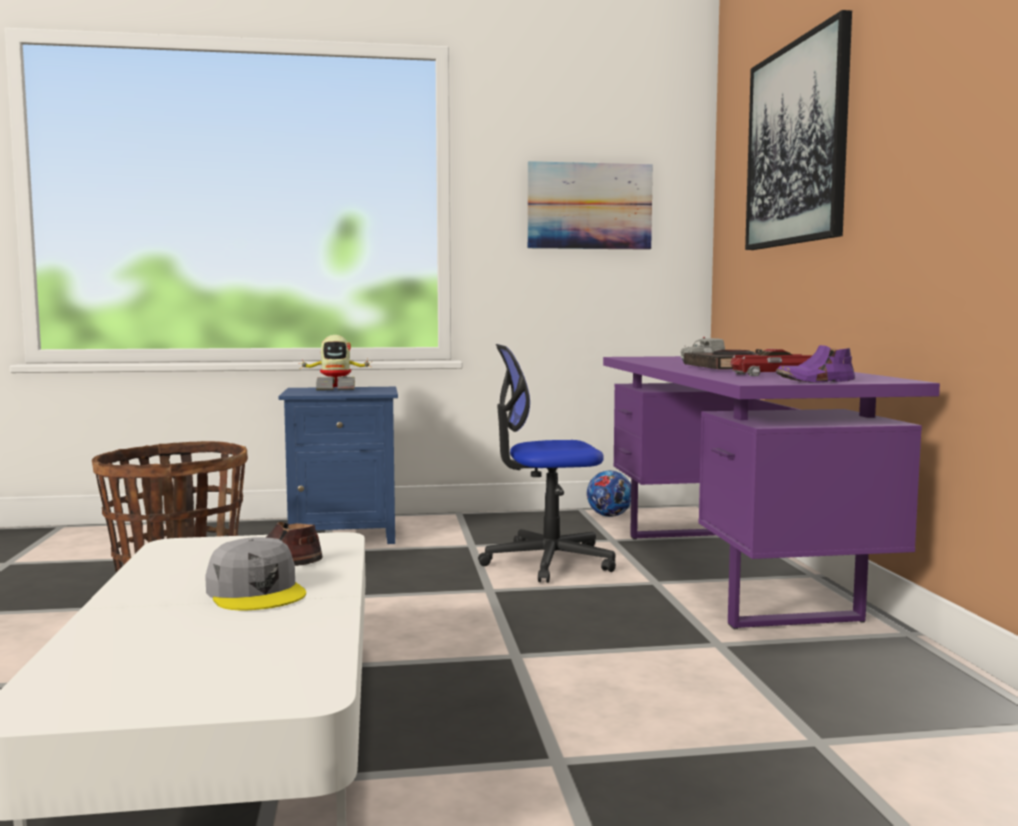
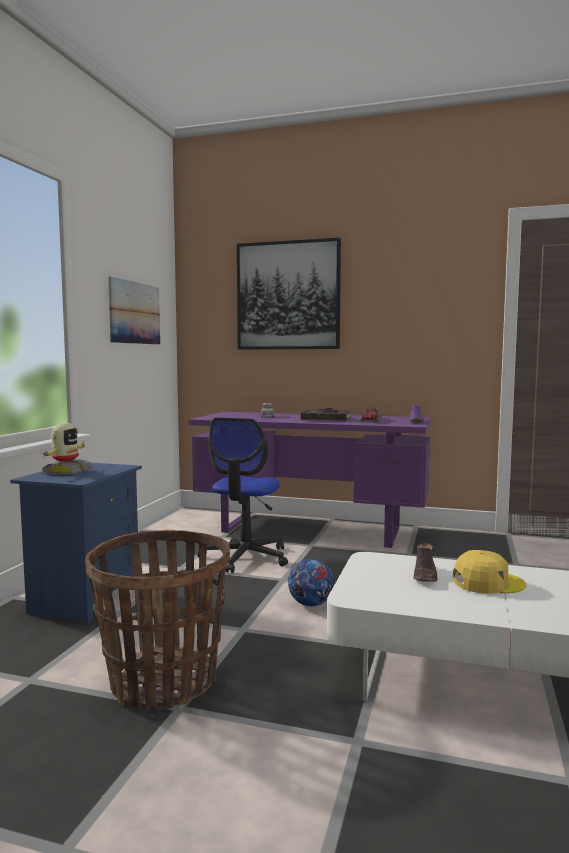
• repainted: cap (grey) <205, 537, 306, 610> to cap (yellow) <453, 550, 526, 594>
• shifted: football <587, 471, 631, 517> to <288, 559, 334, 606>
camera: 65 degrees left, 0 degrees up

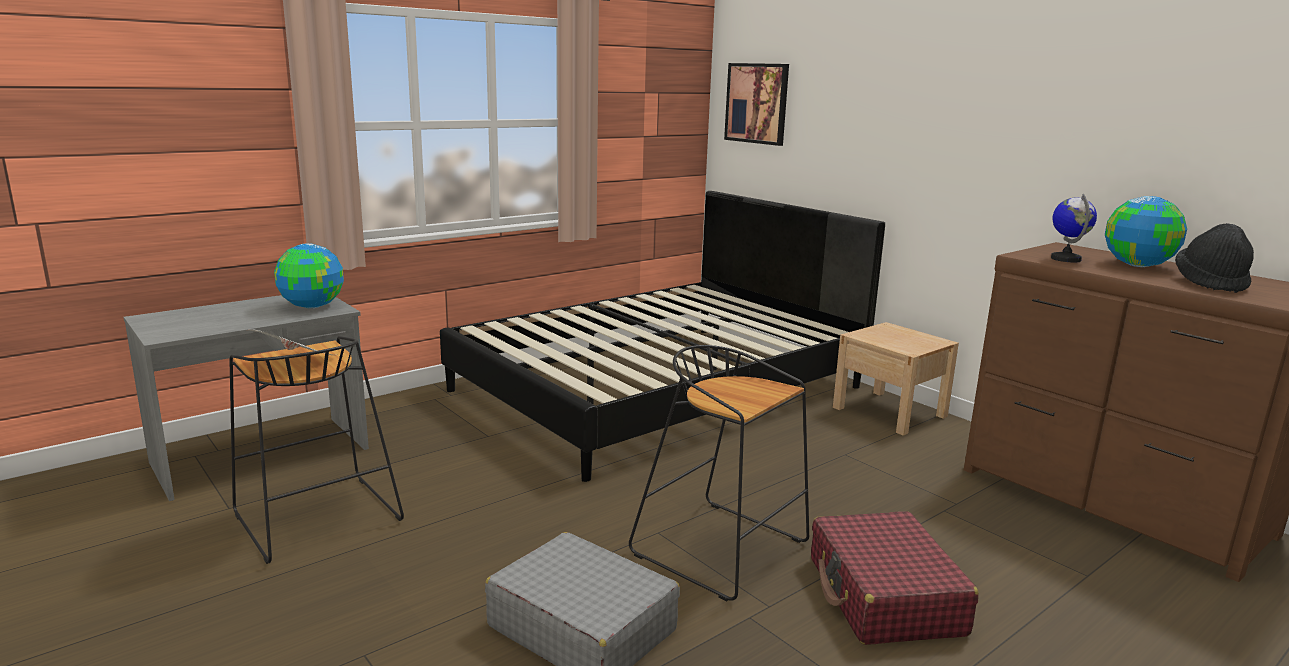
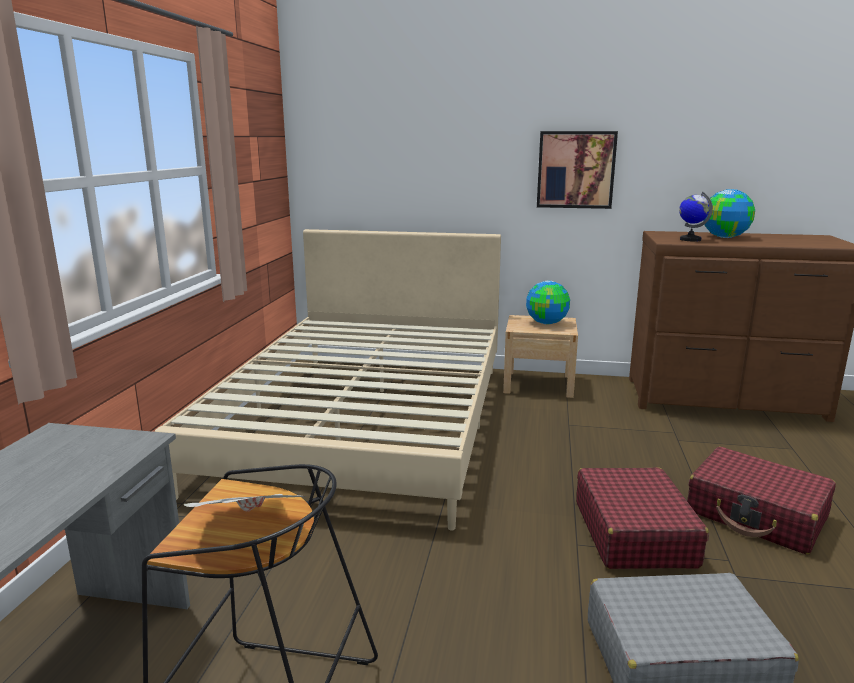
• shifted: globe <274, 243, 344, 308> to <526, 281, 570, 325>
• repainted: bed (black) <440, 191, 885, 482> to bed (beige) <154, 229, 501, 531>
• swapped: stool (black) <629, 345, 809, 602> to suitcase (red) <576, 467, 709, 569>
• shifted: picture <724, 63, 789, 146> to <537, 131, 618, 209>
• gone: hat (black) <1175, 223, 1254, 293>
camera: 40 degrees left, 0 degrees up

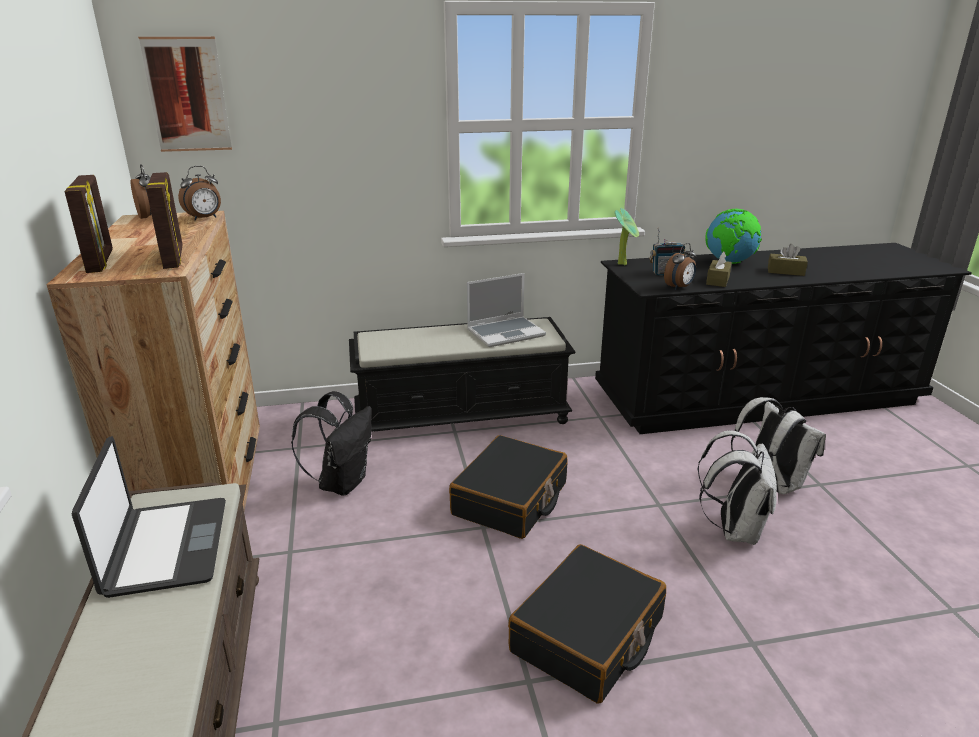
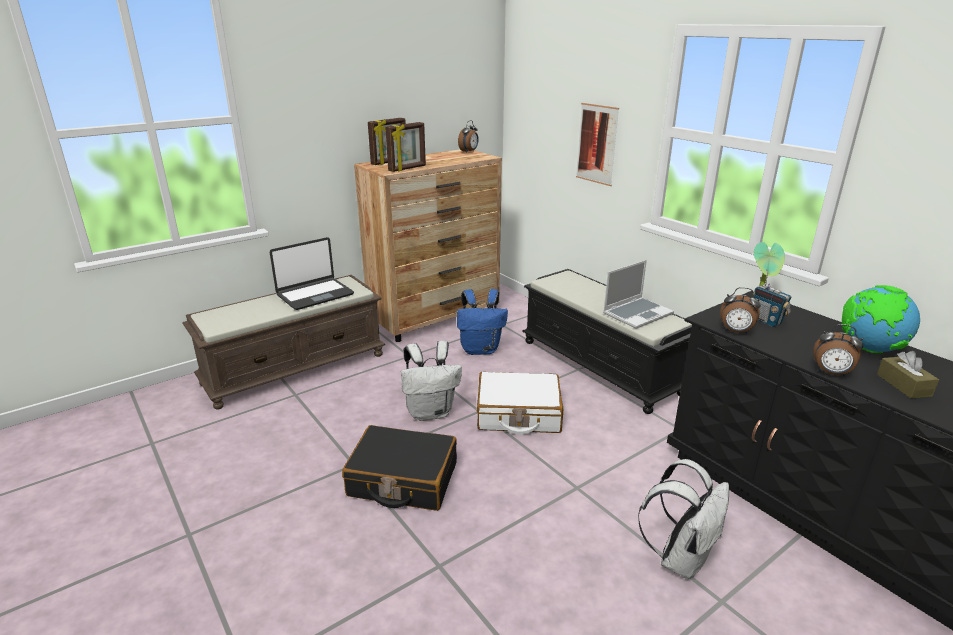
• shifted: picture <138, 37, 232, 152> to <576, 103, 619, 186>
• shifted: alarm clock <178, 166, 221, 221> to <813, 324, 864, 377>
• repainted: backpack (black) <291, 391, 372, 496> to backpack (blue) <457, 289, 508, 355>
• repainted: suitcase (black) <449, 435, 568, 539> to suitcase (white) <477, 372, 563, 435>
• rotated: laptop <467, 273, 546, 347> = <603, 260, 674, 329> 75 degrees counterclockwise
• shifted: backpack (white) <697, 430, 777, 545> to <401, 341, 462, 421>
• gone: tissue box (brown) <706, 252, 732, 287>
camera: 65 degrees right, 0 degrees up

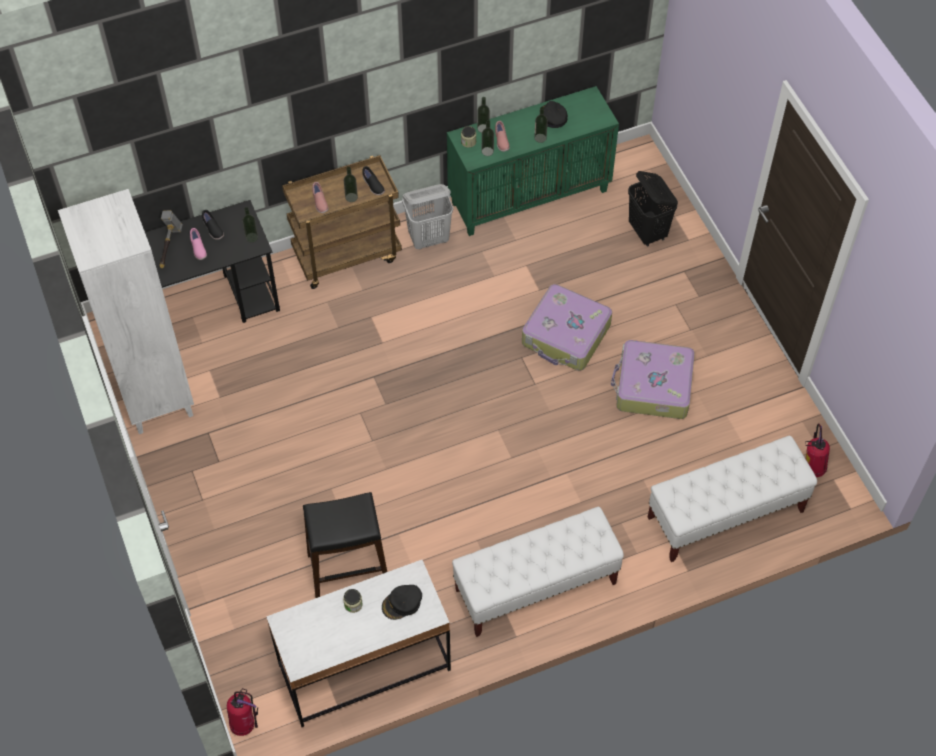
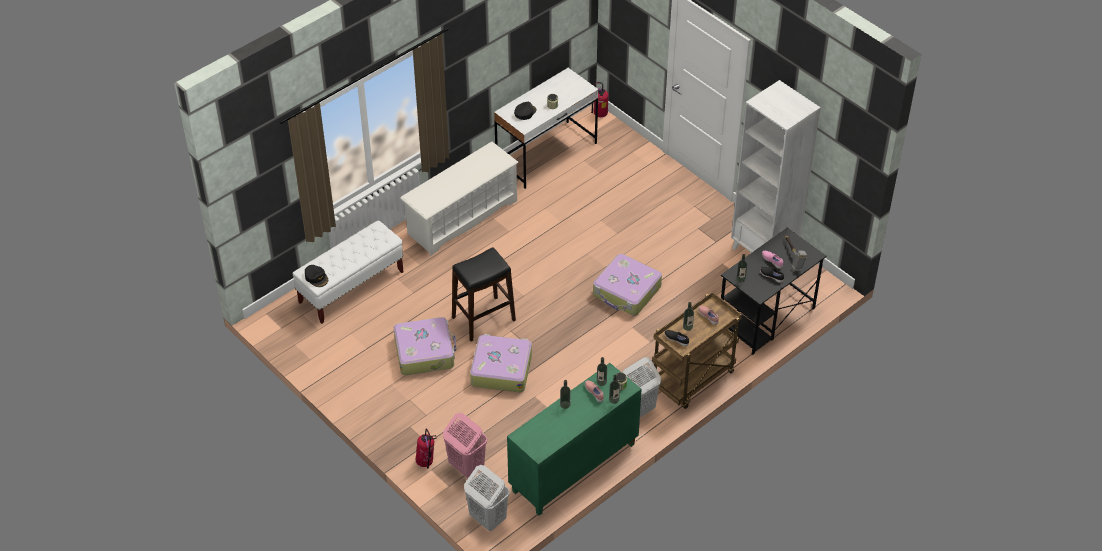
• shifted: stool (black) <303, 492, 387, 598> to <452, 247, 516, 341>
• swapped: bench (white) <452, 507, 624, 637> to shoe rack (white) <400, 142, 519, 256>
• shifted: cap (black) <542, 101, 568, 128> to <305, 265, 328, 287>
• repainted: laundry basket (black) <628, 171, 678, 247> to laundry basket (pink) <443, 413, 487, 478>
• shifted: fire extinguisher <805, 423, 830, 477> to <416, 428, 437, 468>
• new: laundry basket (white) <464, 465, 510, 531>
• new: suitcase <593, 254, 662, 316>
camera: 160 degrees right, 10 degrees down

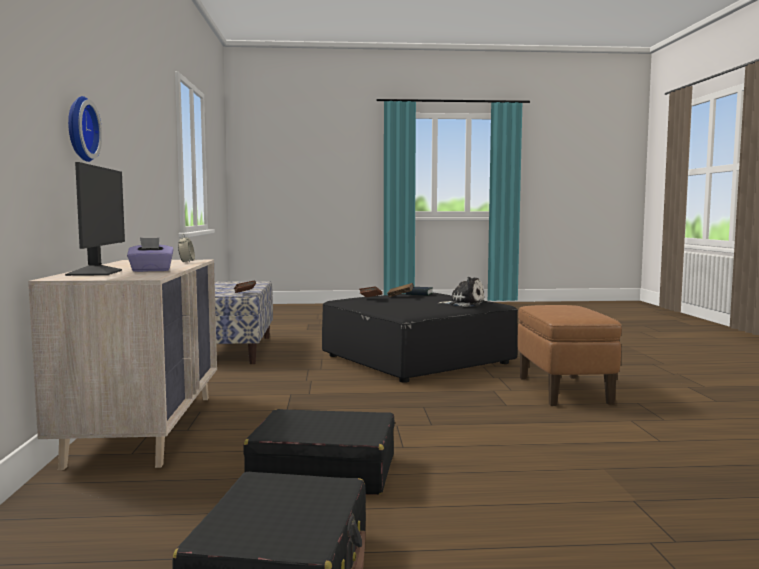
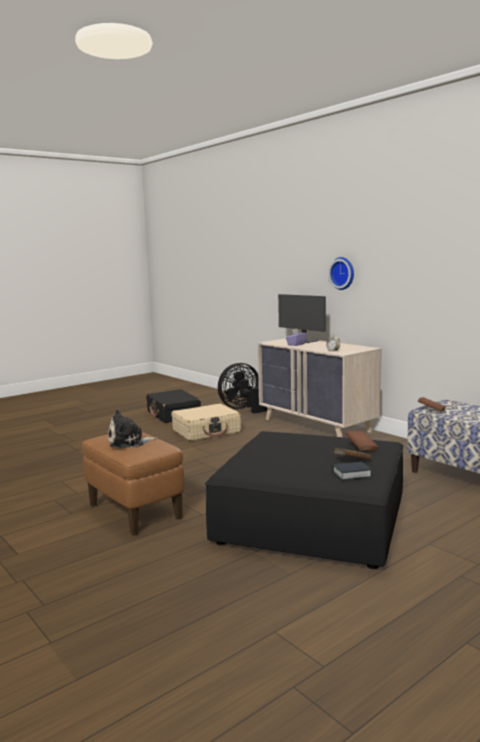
• repainted: suitcase (black) <243, 409, 395, 495> to suitcase (beige) <172, 404, 241, 441>
• shifted: plush toy <438, 277, 485, 307> to <108, 409, 157, 448>
• new: fan (black) <218, 363, 274, 414>
camera: 145 degrees right, 5 degrees up

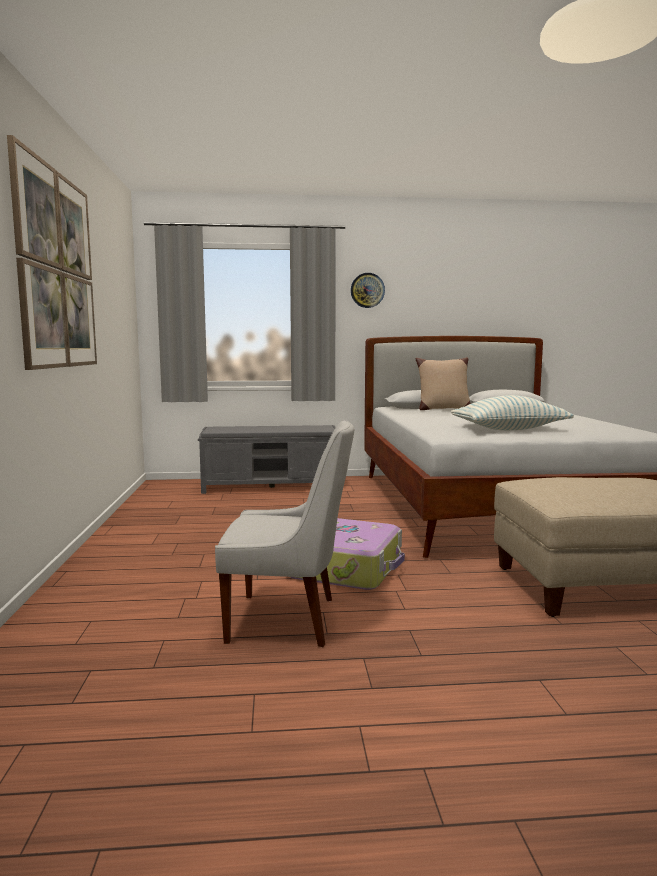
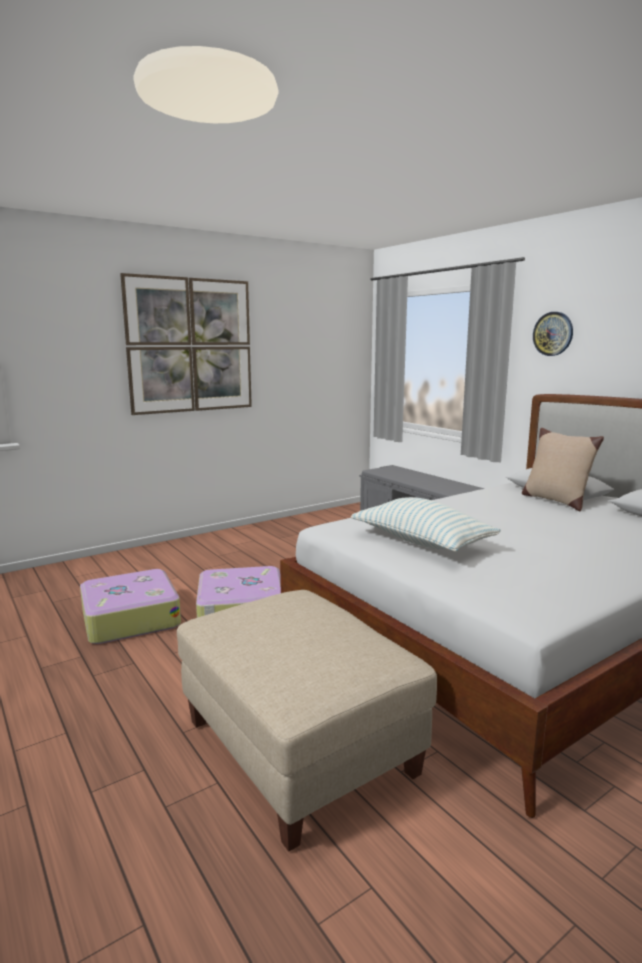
• swapped: chair (white) <215, 420, 354, 647> to suitcase <80, 569, 181, 644>
camera: 60 degrees right, 5 degrees up

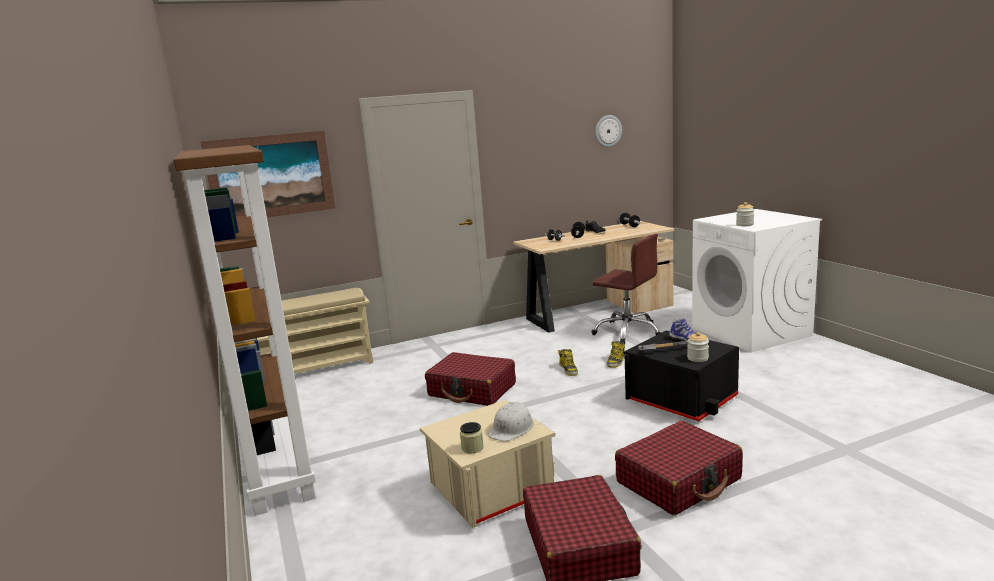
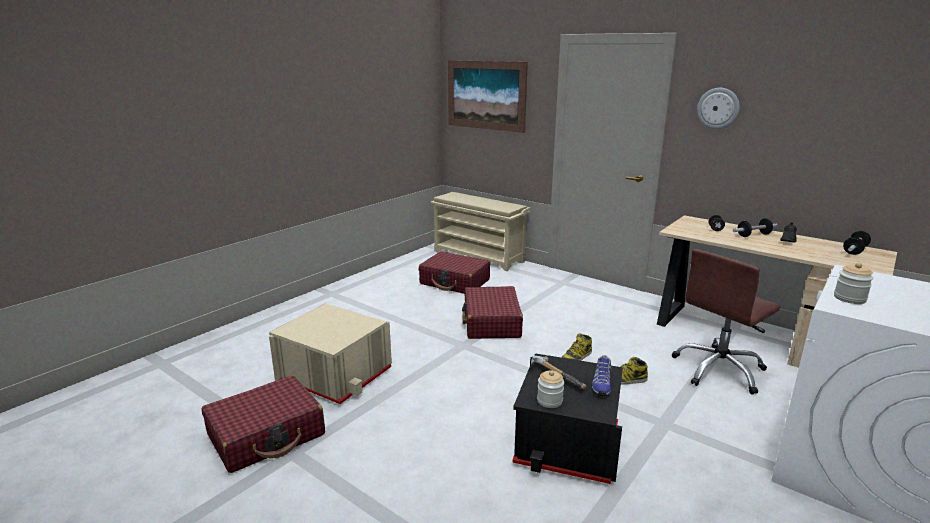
• gone: bookcase (brown) <174, 145, 316, 516>
• gone: jar <460, 422, 484, 454>
• gone: hard hat (white) <488, 402, 534, 441>
• rotated: office chair (brown) <591, 234, 661, 344> = <672, 249, 780, 394> 45 degrees clockwise
• shifted: wall clock <595, 115, 622, 147> to <697, 88, 740, 129>
• shifted: suitcase (red) <615, 421, 743, 515> to <419, 251, 490, 294>
camera: 60 degrees right, 5 degrees up

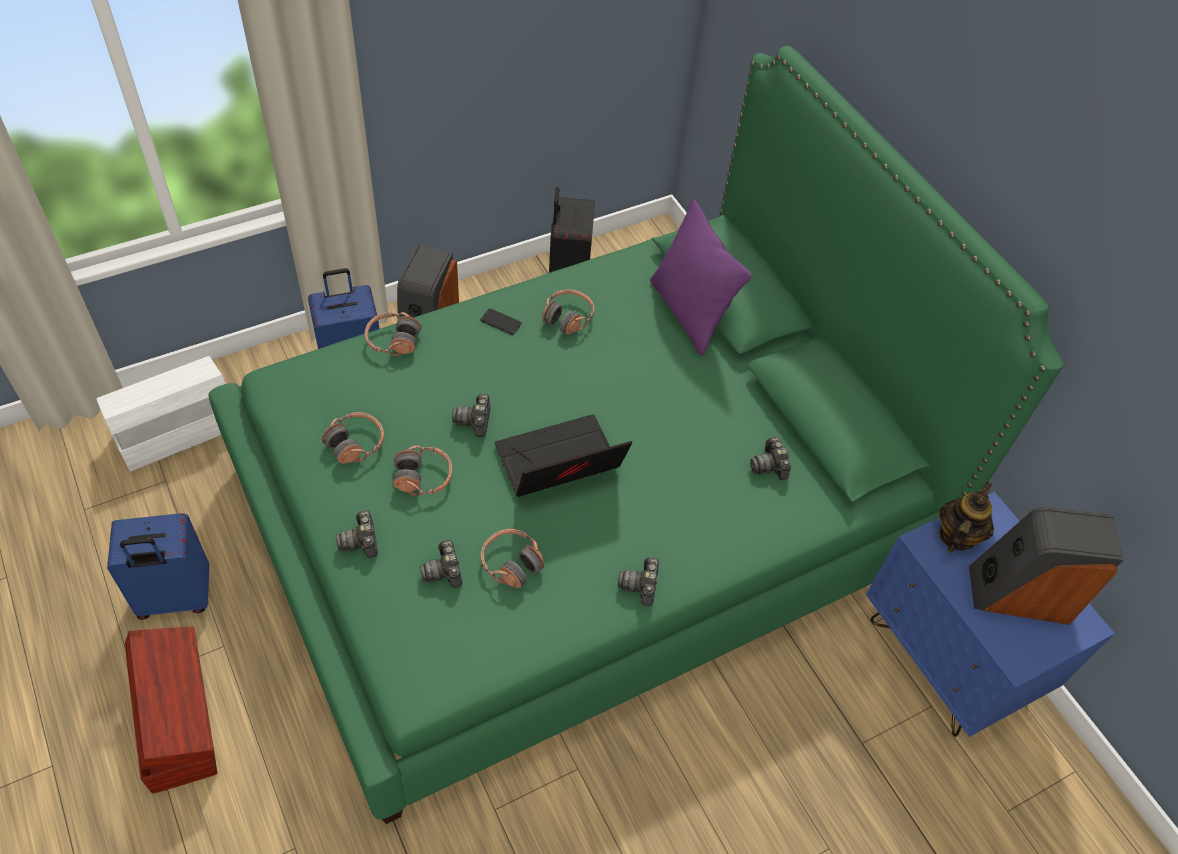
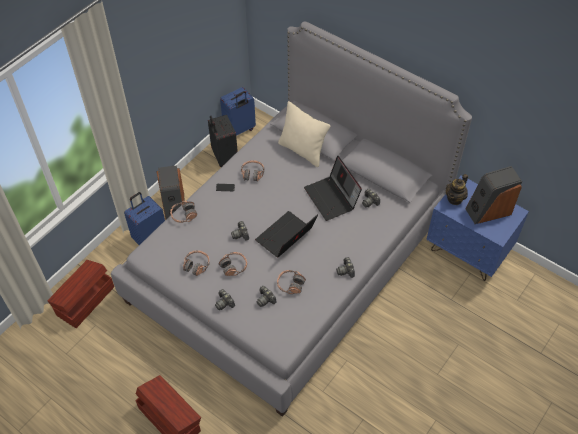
• repainted: storage box (white) <97, 356, 226, 472> to storage box (brown) <47, 260, 114, 328>
• shifted: suitcase (blue) <107, 513, 209, 620> to <220, 87, 256, 136>
• repainted: bed (green) <209, 46, 1064, 824> to bed (grey) <111, 21, 472, 417>
• repainted: pillow (purple) <650, 199, 752, 356> to pillow (beige) <278, 101, 330, 167>
• rotated: teapot <939, 482, 994, 553> = <446, 174, 468, 205> 150 degrees counterclockwise
• new: laptop <304, 155, 362, 221>
camera: 20 degrees left, 0 degrees up

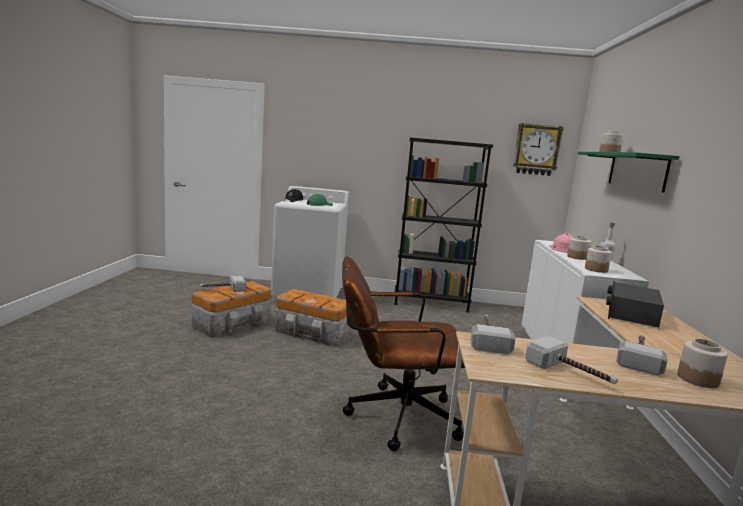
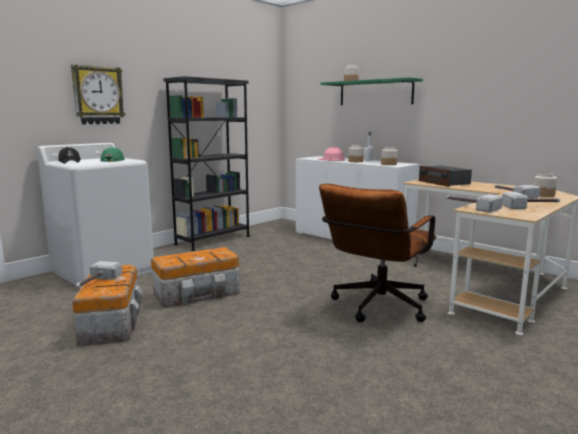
• shifted: wall clock <513, 123, 564, 176> to <71, 64, 126, 124>
camera: 50 degrees left, 0 degrees up

